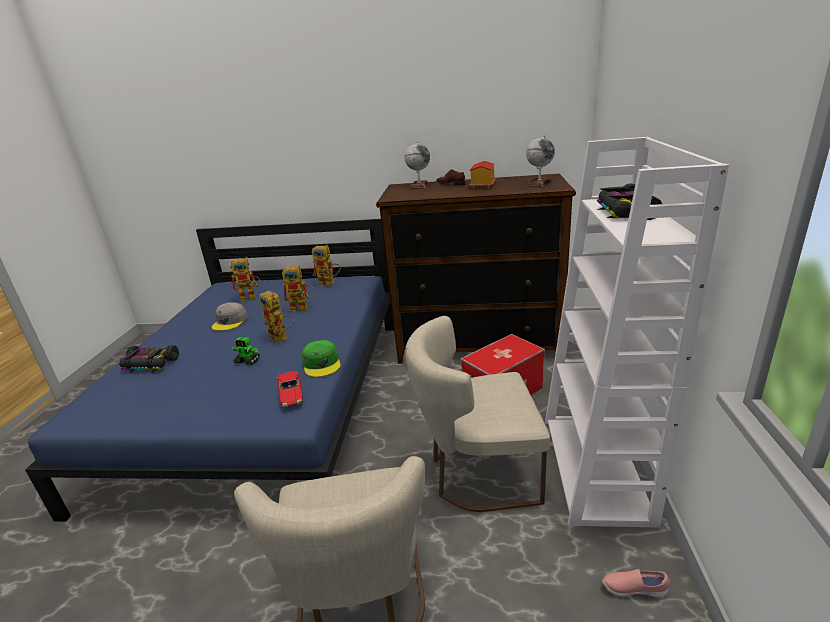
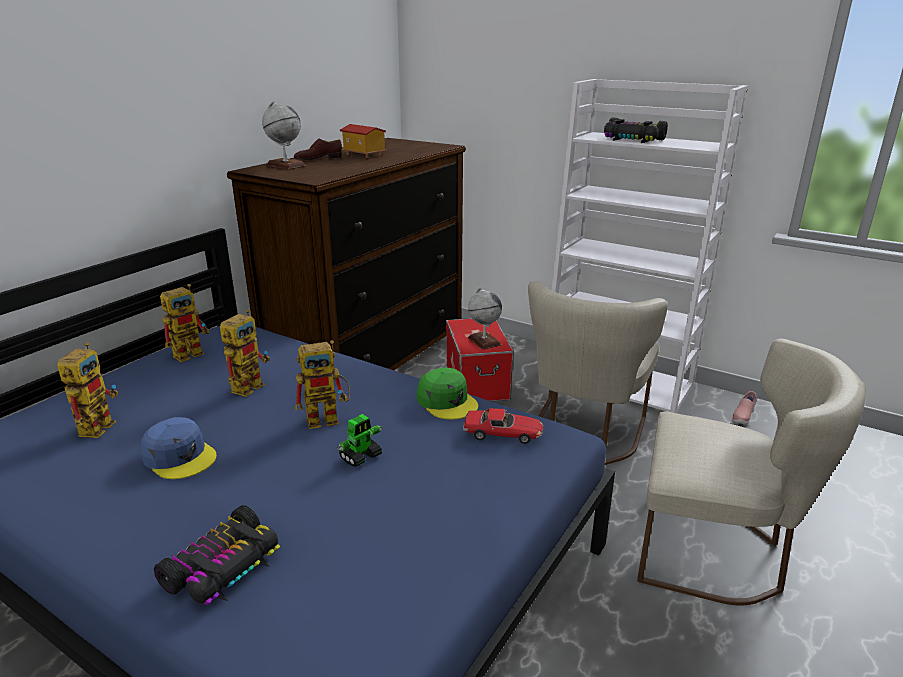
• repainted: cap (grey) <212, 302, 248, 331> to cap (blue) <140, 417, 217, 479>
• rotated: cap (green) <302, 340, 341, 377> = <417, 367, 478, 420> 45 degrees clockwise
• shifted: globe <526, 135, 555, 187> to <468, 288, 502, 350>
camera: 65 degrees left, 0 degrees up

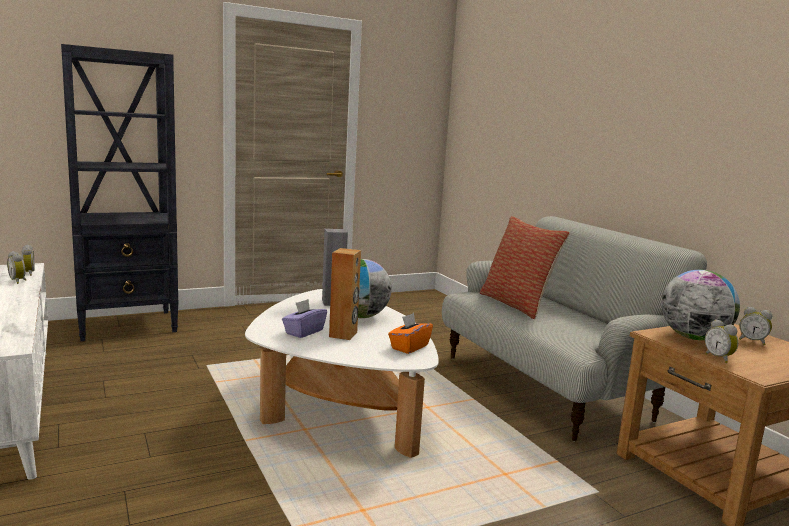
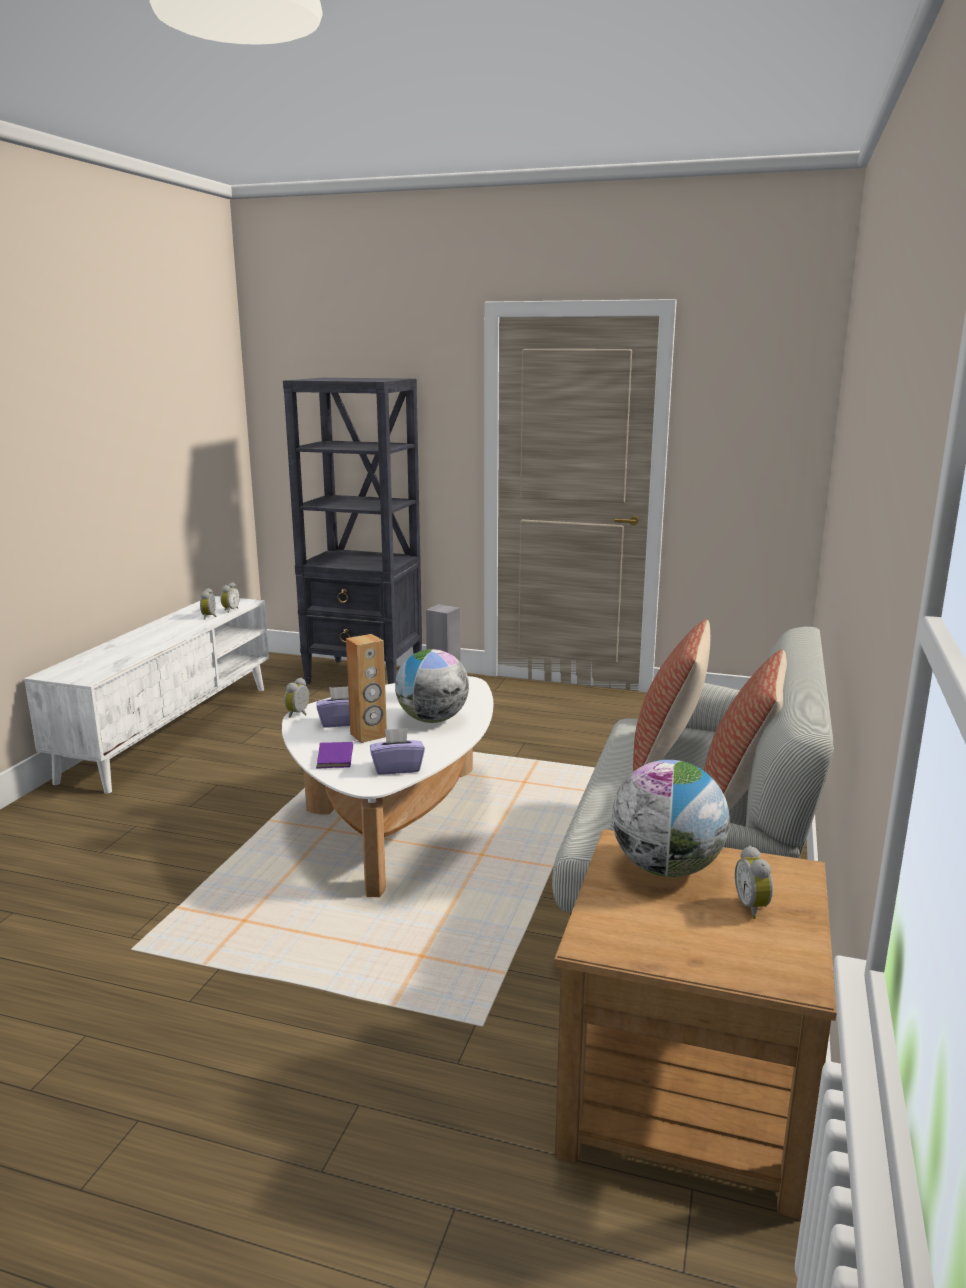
• repainted: tissue box (orange) <388, 313, 433, 354> to tissue box (purple) <370, 728, 425, 775>
• shifted: alarm clock <705, 319, 738, 363> to <284, 678, 309, 718>
• new: book (purple) <316, 741, 363, 768>
• new: pillow <704, 650, 787, 811>
camera: 45 degrees right, 5 degrees up

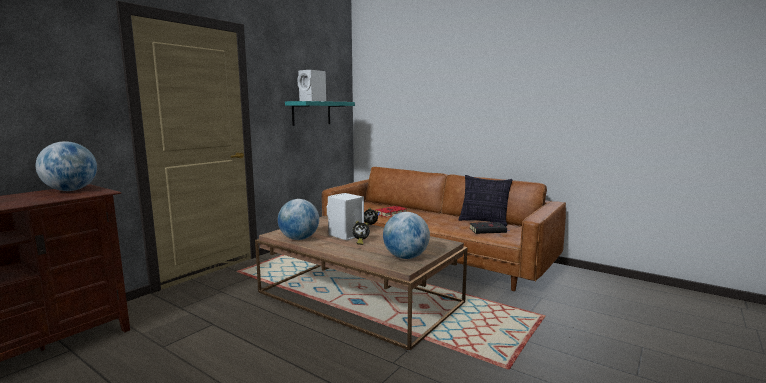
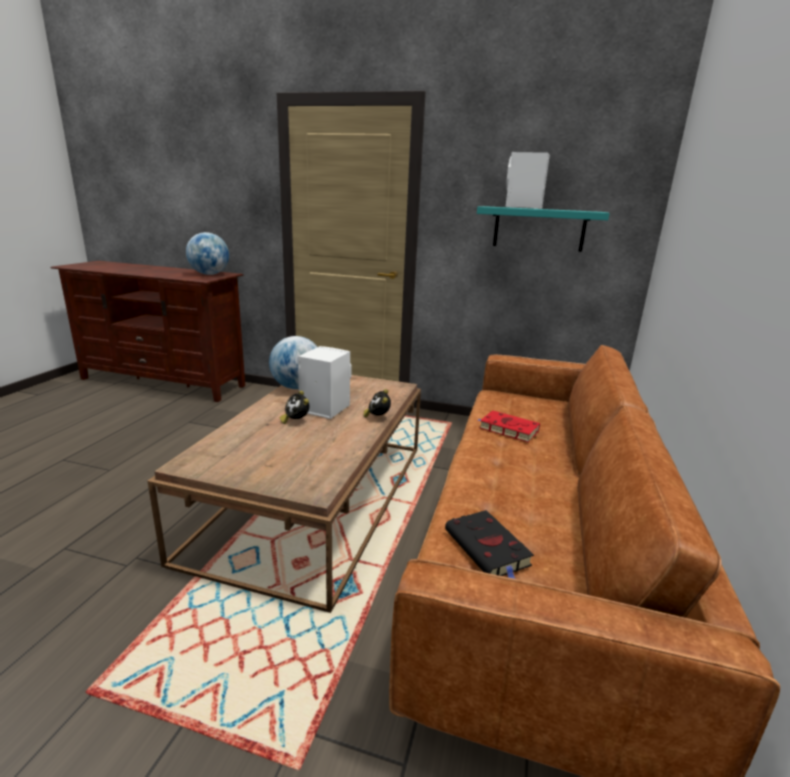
• gone: globe <383, 212, 430, 259>
• gone: pillow <459, 175, 513, 227>
camera: 70 degrees right, 10 degrees up

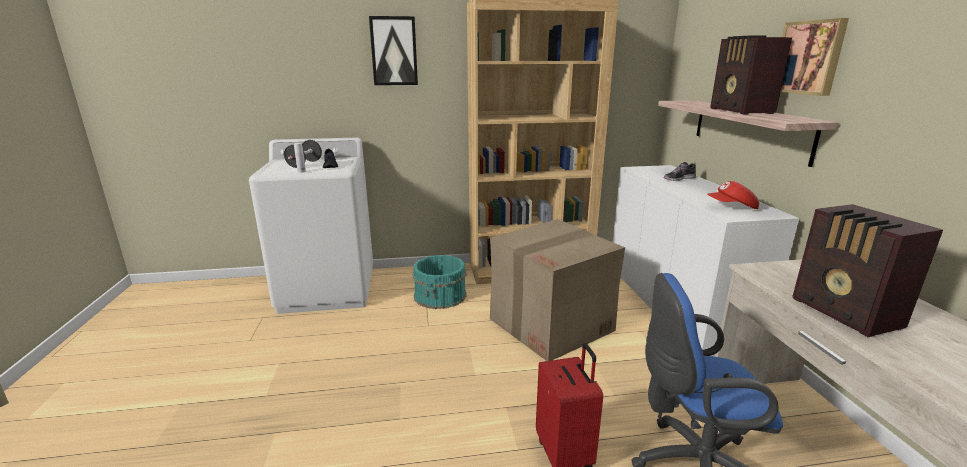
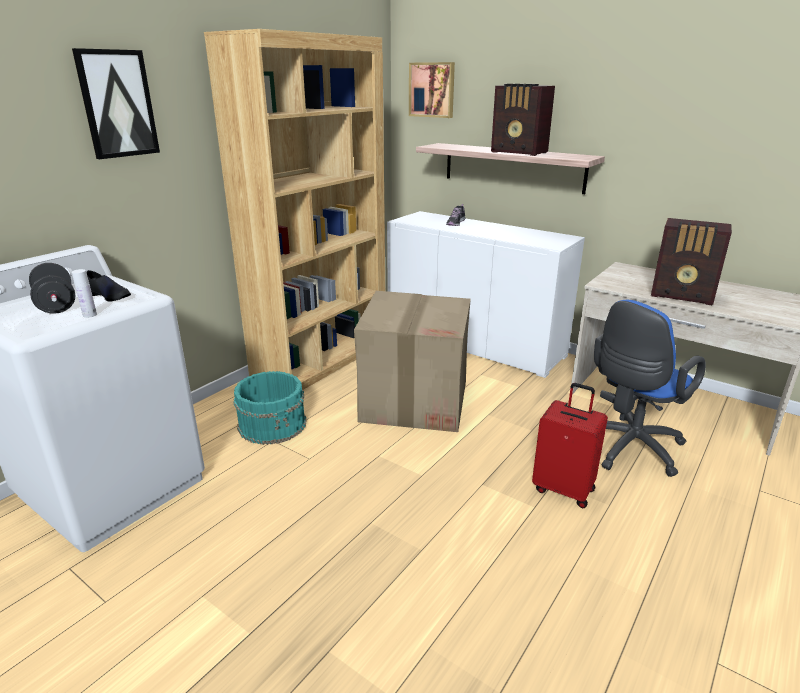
• gone: cap (red) <707, 181, 759, 209>
• shifted: picture <781, 18, 849, 96> to <409, 62, 455, 118>
camera: 45 degrees left, 5 degrees up

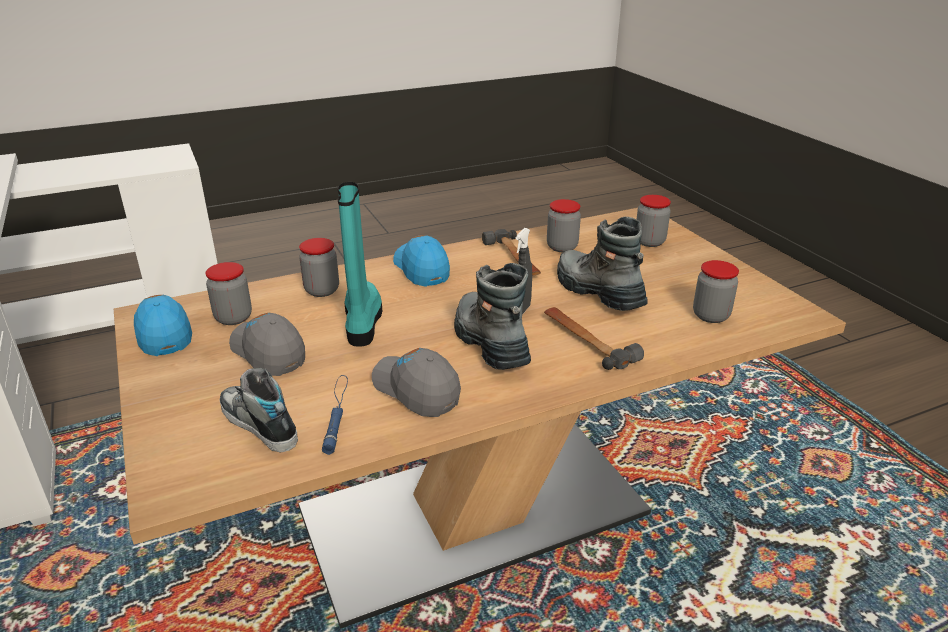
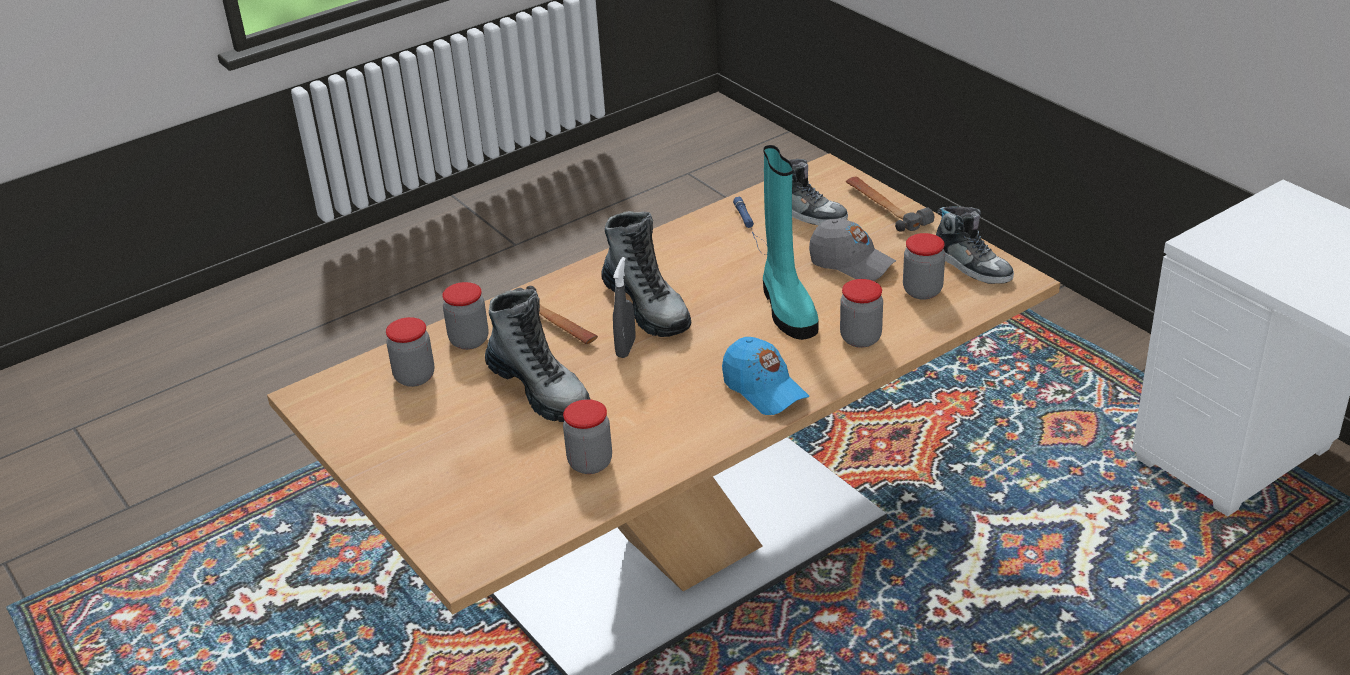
• swapped: cap (blue) <134, 295, 192, 356> to shoe <936, 206, 1014, 284>
• gone: cap (grey) <372, 348, 461, 417>
• shifted: hammer <482, 229, 541, 276> to <846, 177, 934, 232>
• shifted: jar <636, 195, 671, 247> to <442, 282, 489, 350>
camera: 170 degrees right, 5 degrees up

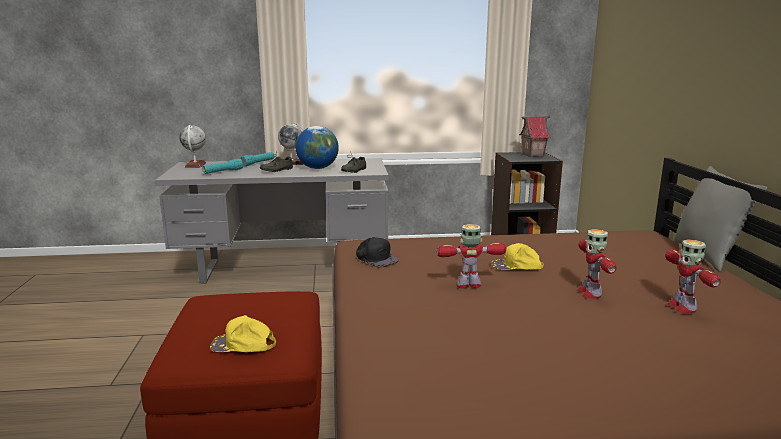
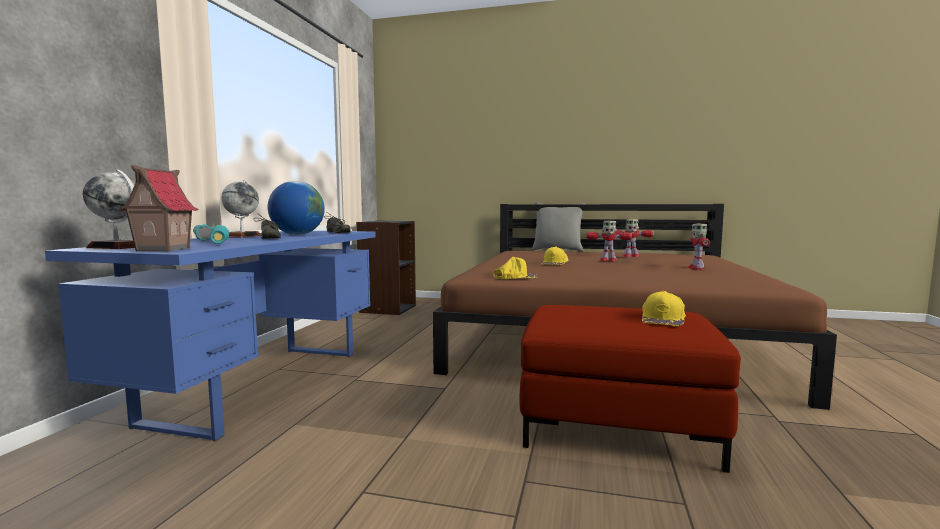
• repainted: desk (grey) <155, 158, 389, 284> to desk (blue) <45, 231, 376, 441>
• repainted: cap (black) <356, 237, 399, 267> to cap (yellow) <493, 257, 538, 279>
• shifted: toy robot <436, 224, 506, 289> to <688, 224, 710, 270>
• shifted: toy house <519, 116, 550, 157> to <118, 165, 198, 251>
camera: 70 degrees left, 10 degrees down

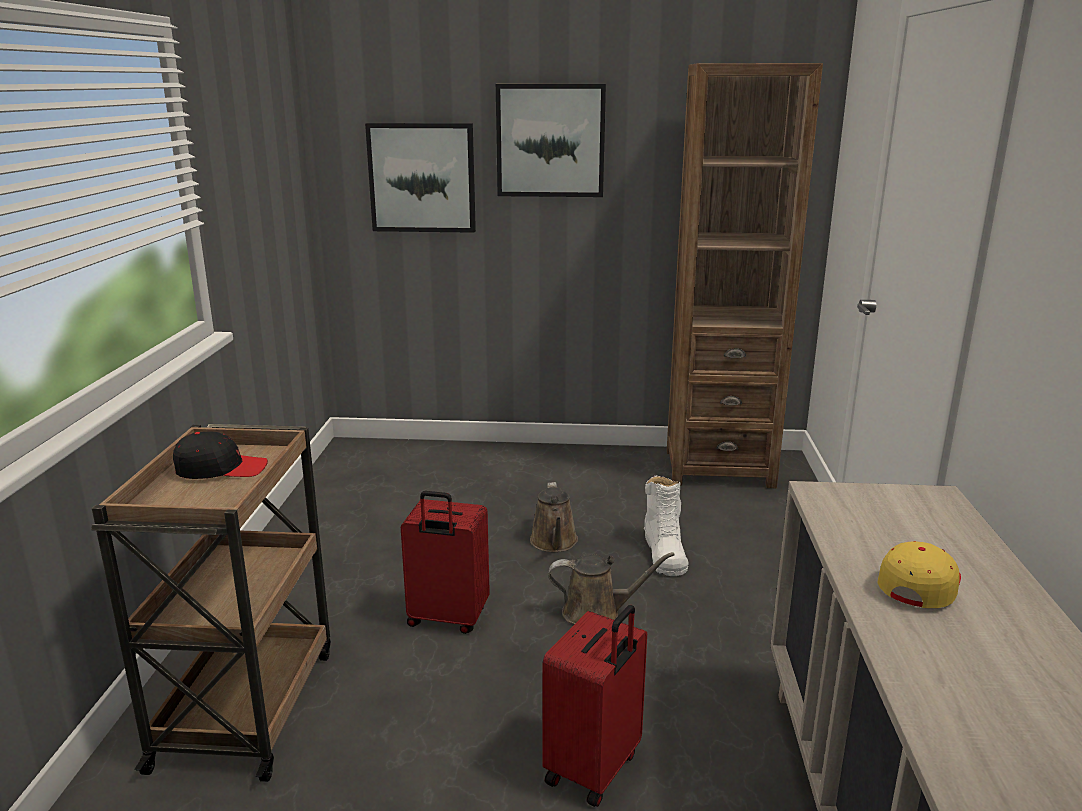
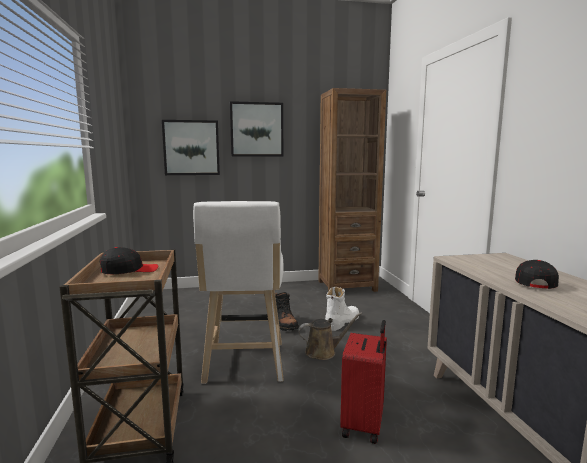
• swapped: suitcase (red) <401, 491, 490, 634> to stool (white) <193, 201, 284, 384>
• swapped: watering can (brown) <530, 482, 578, 552> to boot (black) <275, 292, 299, 331>
• rotated: boot (white) <644, 475, 688, 576> = <325, 287, 359, 331> 120 degrees counterclockwise
• repainted: cap (yellow) <878, 541, 961, 608> to cap (black) <515, 260, 559, 289>
camera: 15 degrees left, 10 degrees down

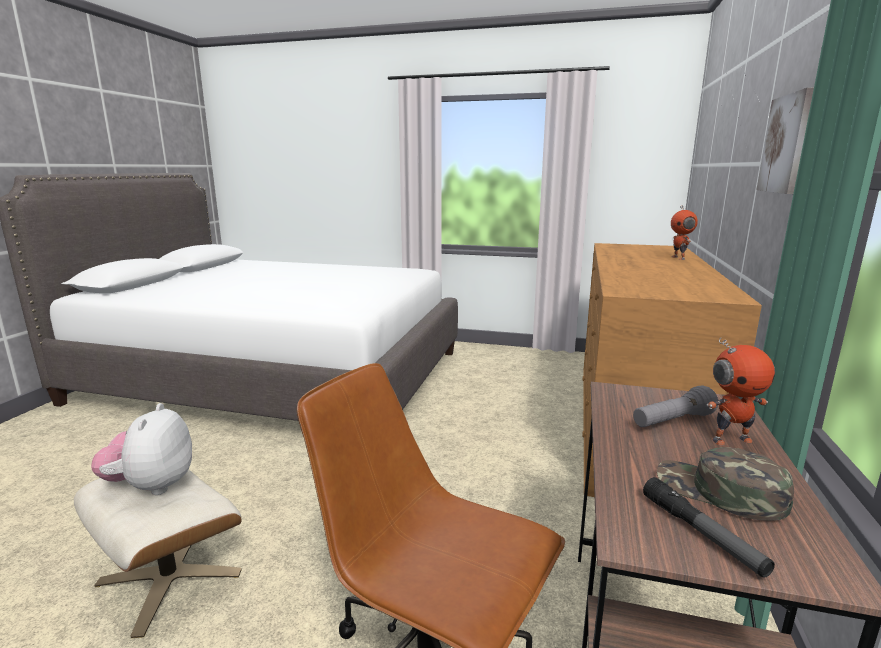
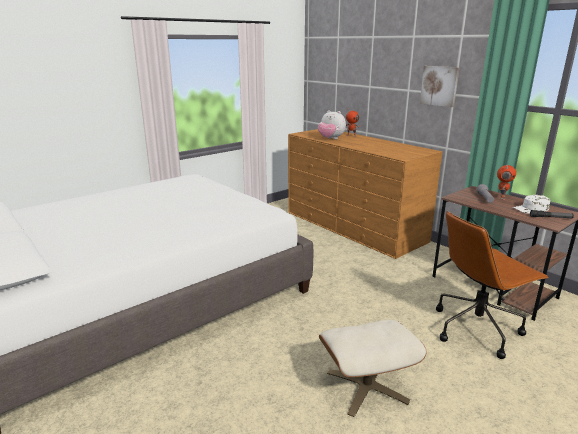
• shifted: plush toy <91, 403, 192, 495> to <318, 110, 346, 139>
• repainted: cap (green) <657, 447, 794, 521> to cap (white) <513, 195, 550, 214>
camera: 55 degrees left, 5 degrees up

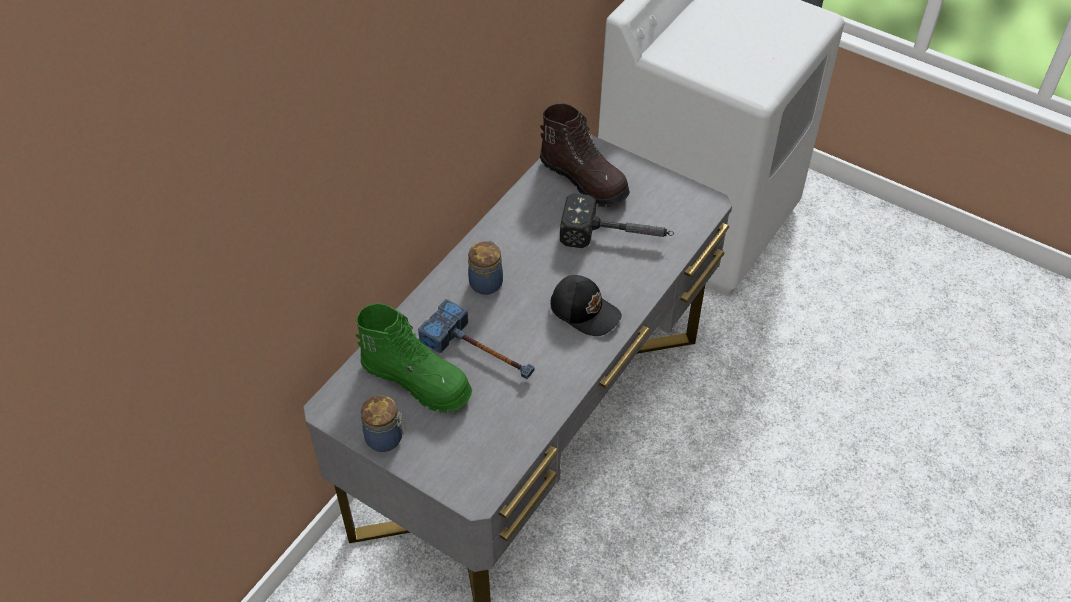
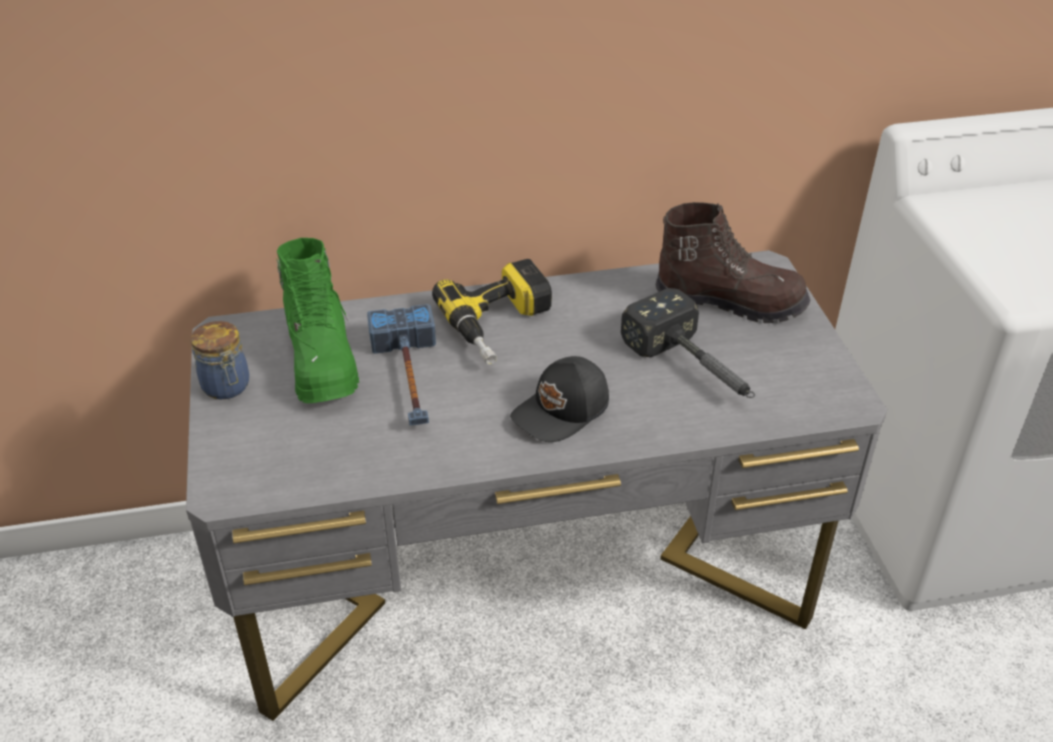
• swapped: jar <468, 241, 503, 295> to power drill <432, 259, 552, 365>
• rotated: boot (brown) <540, 103, 630, 207> = <656, 202, 811, 323> 75 degrees counterclockwise
• rotated: cap (black) <550, 275, 622, 336> = <510, 356, 609, 442> 60 degrees clockwise
camera: 45 degrees right, 10 degrees down

